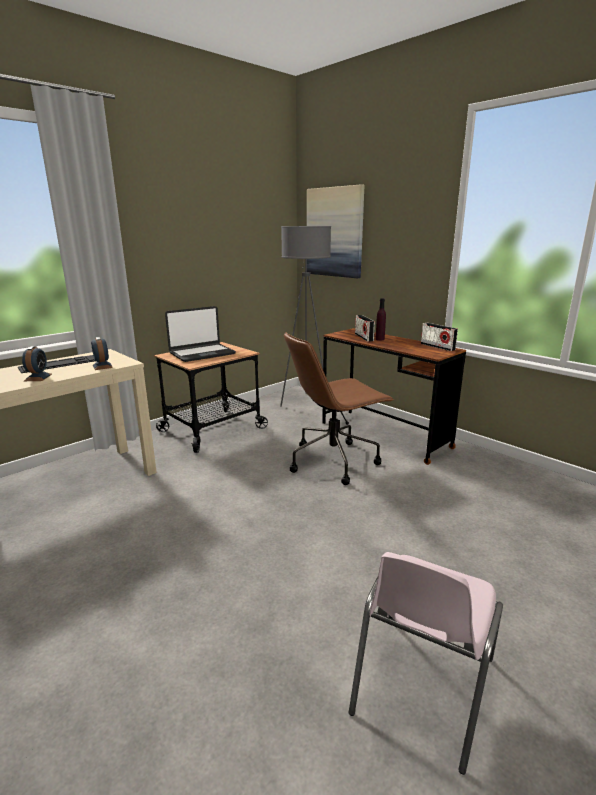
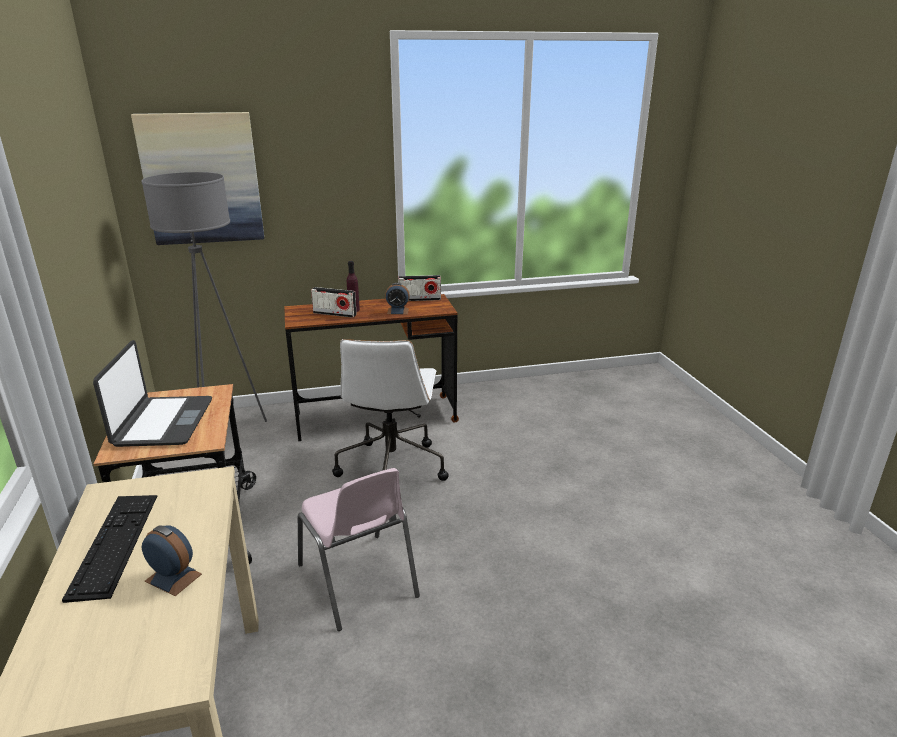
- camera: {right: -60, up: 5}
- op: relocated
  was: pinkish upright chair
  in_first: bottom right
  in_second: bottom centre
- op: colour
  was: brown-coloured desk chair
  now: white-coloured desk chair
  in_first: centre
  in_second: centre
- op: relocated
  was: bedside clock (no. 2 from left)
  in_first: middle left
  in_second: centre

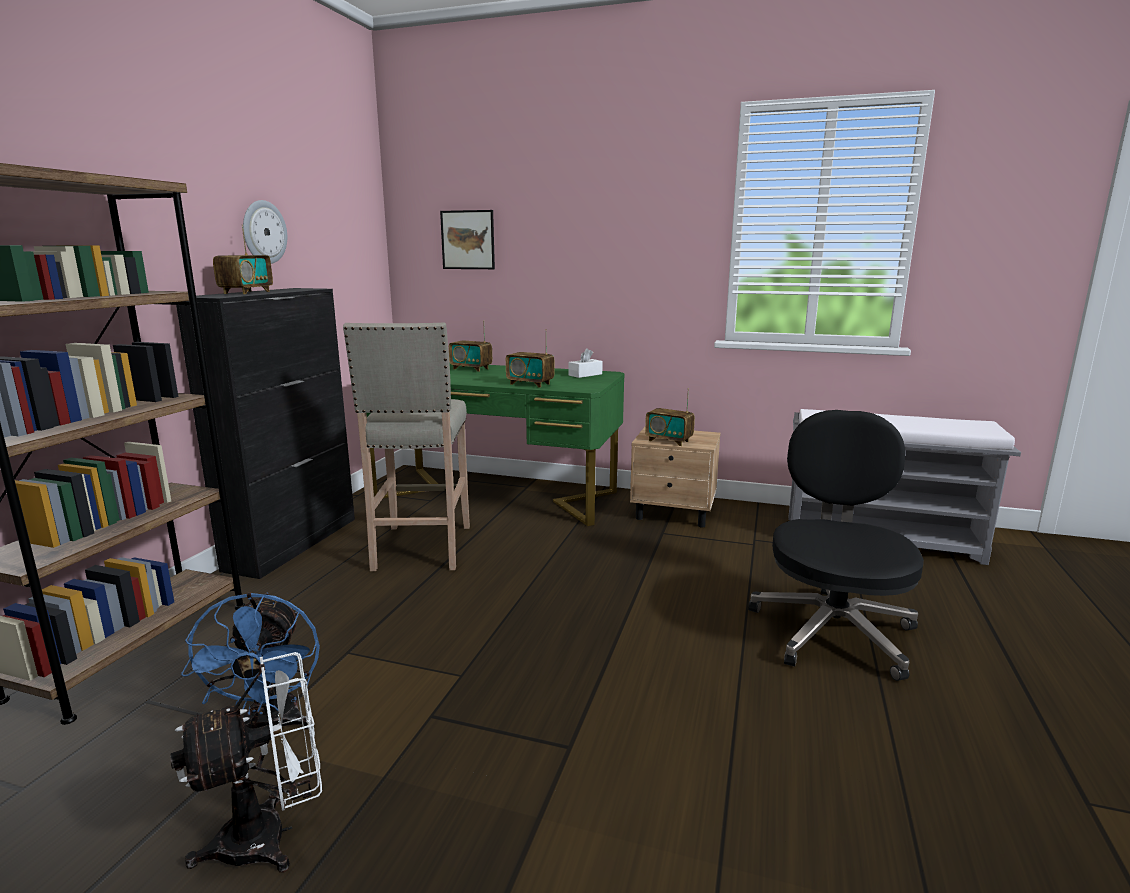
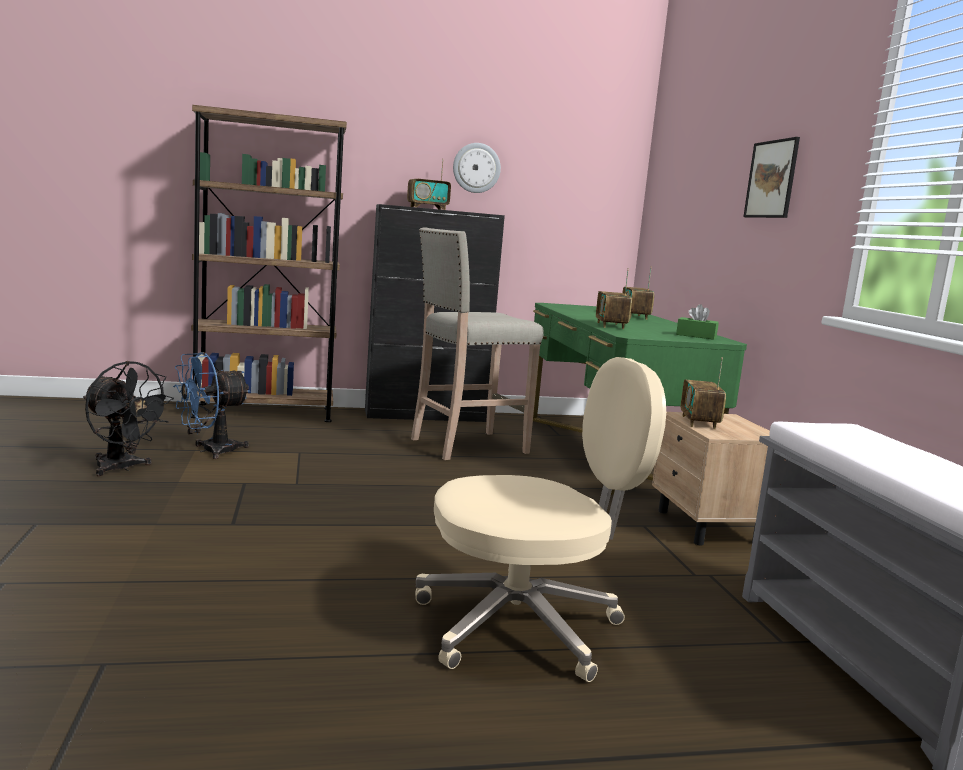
- camera: {right: 60, up: -5}
- op: colour
  was: white-coloured cooling fan
  now: black-coloured cooling fan
  in_first: bottom left
  in_second: middle left
- op: colour
  was: black-coloured desk chair
  now: sand-coloured desk chair
  in_first: middle right
  in_second: bottom centre
- op: colour
  was: white-coloured tissue box
  now: green tissue box
  in_first: centre
  in_second: middle right
- op: relocated
  was: wall art
  in_first: top centre
  in_second: top right

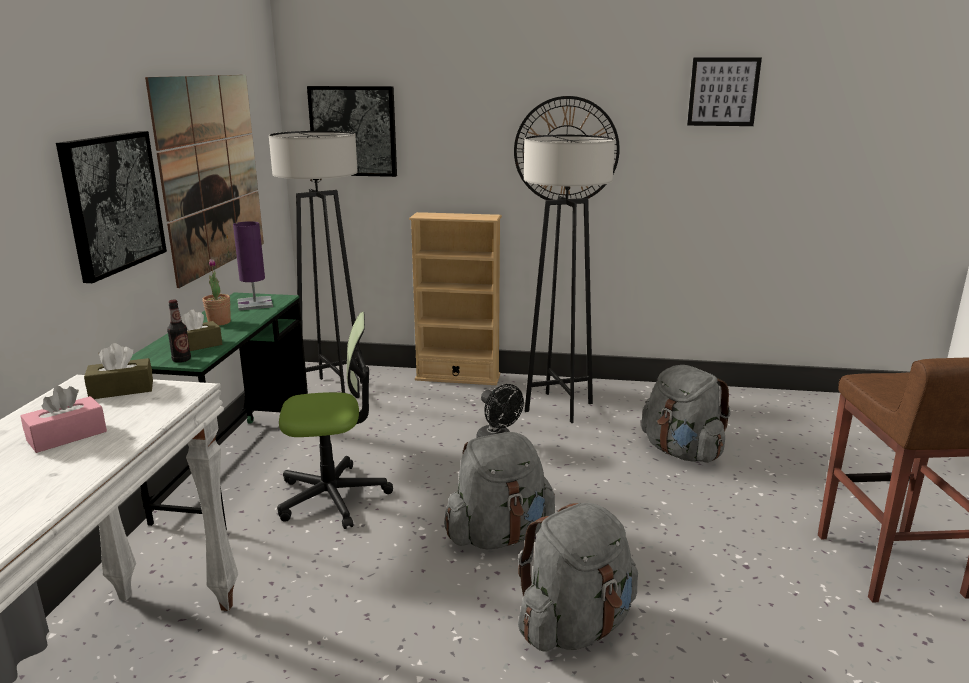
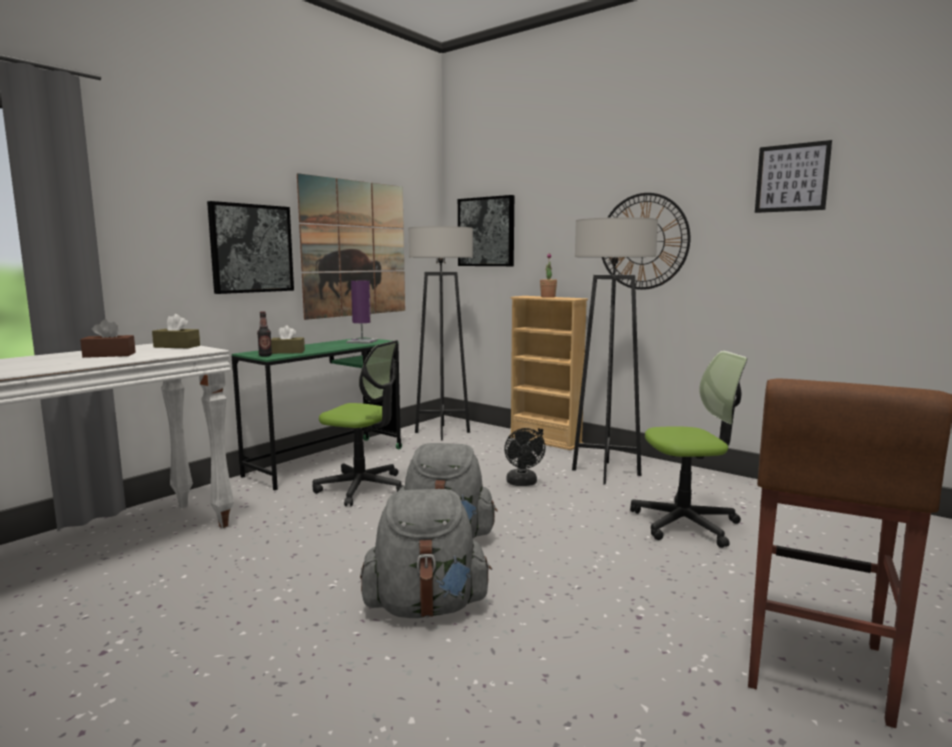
- camera: {right: 30, up: -10}
- op: colour
  was: pinkish tissue box
  now: brown-coloured tissue box (no. 1 from left)
  in_first: middle left
  in_second: middle left
- op: relocated
  was: potted plant
  in_first: middle left
  in_second: centre
- op: exchanged
  was: gray backpack (no. 3 from left)
  now: desk chair (no. 2 from left)
  in_first: middle right
  in_second: middle right

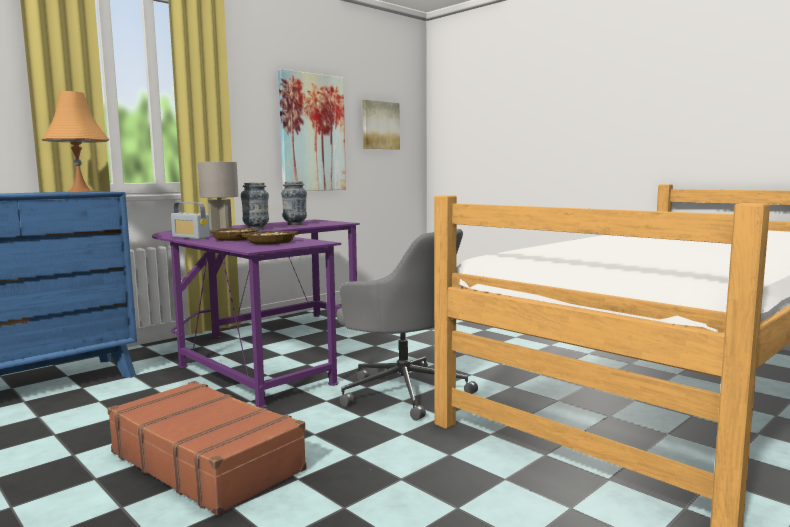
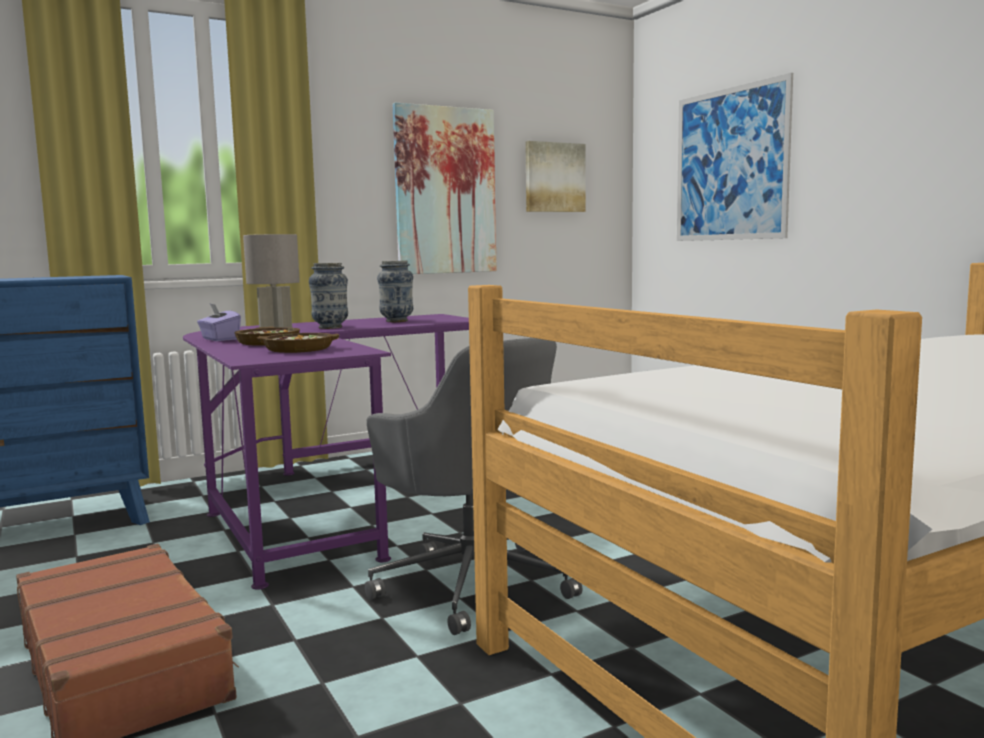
- camera: {right: 15, up: 0}
- op: exchanged
  was: radio
  now: purple tissue box
  in_first: middle left
  in_second: middle left
- op: appeared
  now: wall art (no. 3 from left)
  in_second: top right
- op: missing
  was: orange-coloured tabletop lamp
  in_first: top left

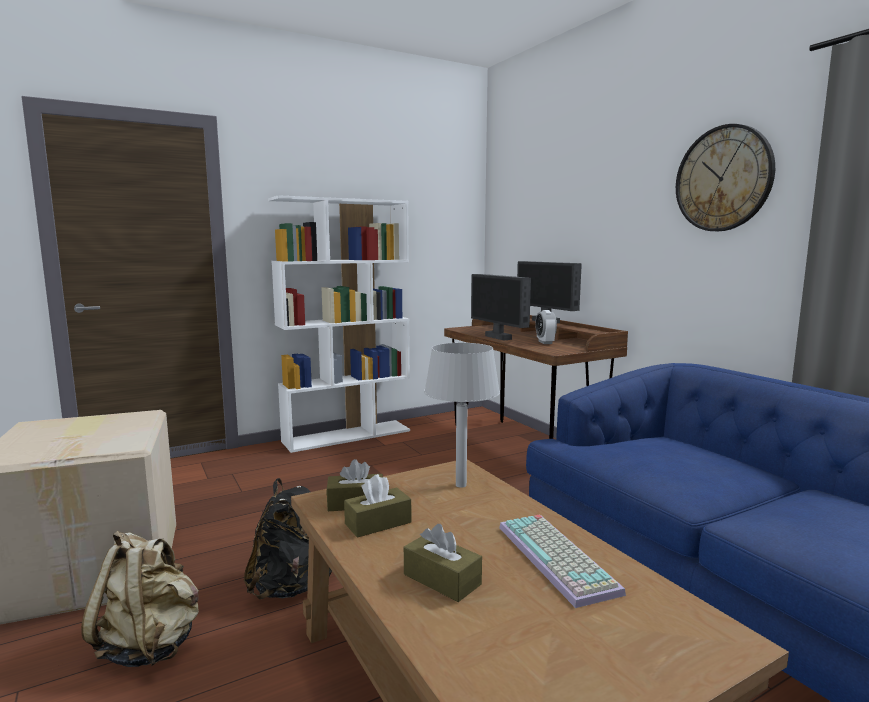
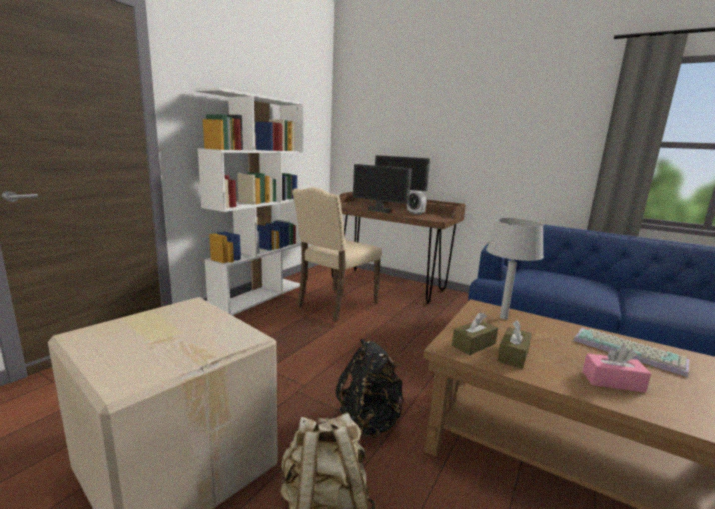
- camera: {right: -30, up: 5}
- op: appeared
  now: sand-coloured upright chair
  in_second: centre
- op: colour
  was: brown-coloured tissue box (no. 3 from left)
  now: pinkish tissue box
  in_first: bottom centre
  in_second: bottom right
- op: missing
  was: wall clock
  in_first: top right

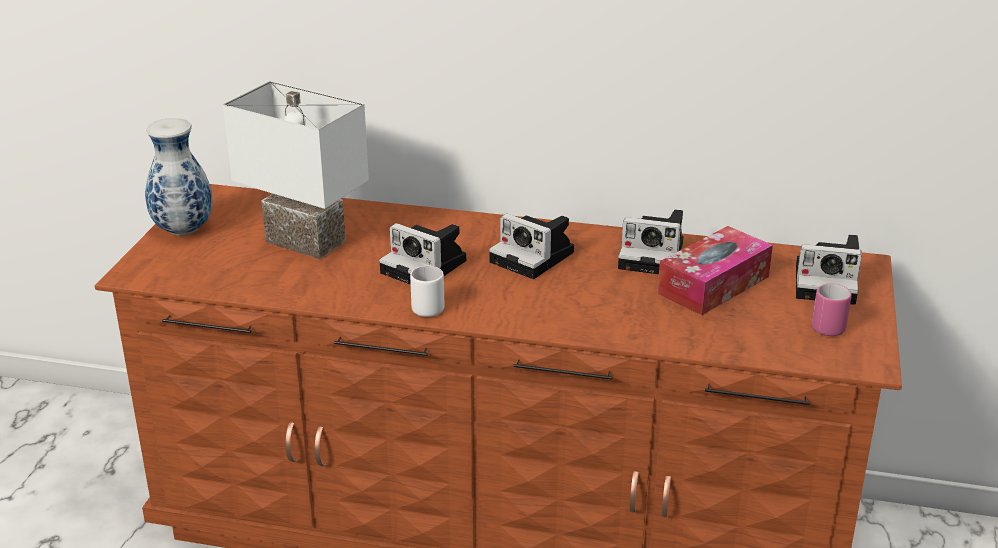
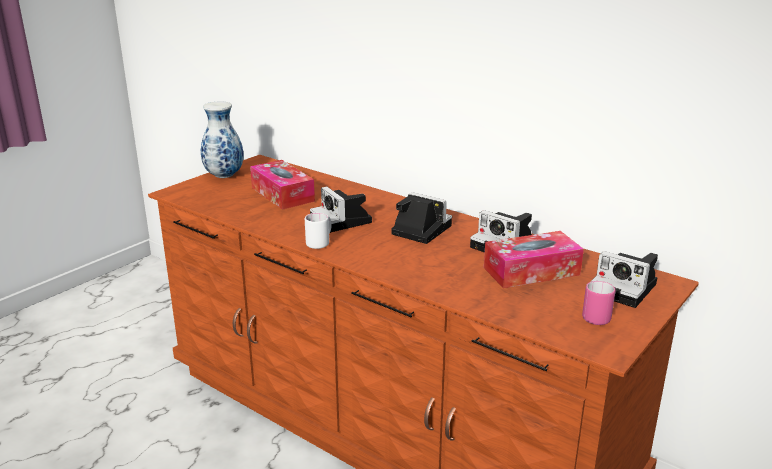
- camera: {right: 25, up: -5}
- op: exchanged
  was: white-coloured tabletop lamp
  now: tissue box (no. 1 from left)
  in_first: top left
  in_second: centre
- op: spun
  was: still camera (no. 2 from left)
  in_first: centre
  in_second: centre
  clockwise: 150

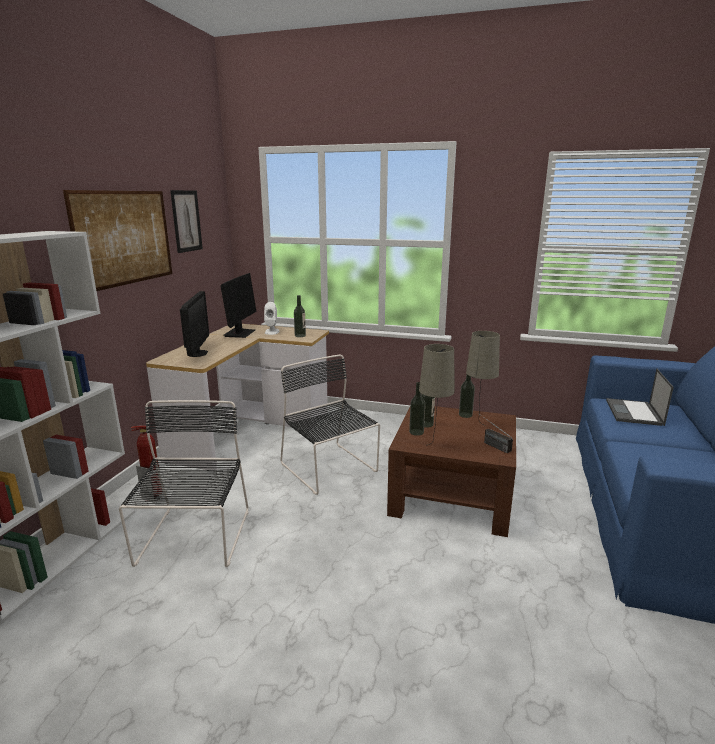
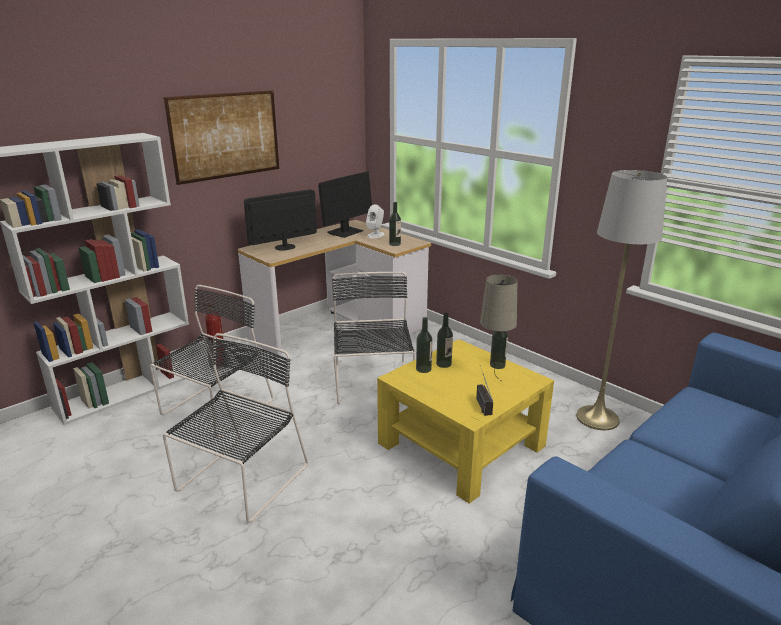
- camera: {right: 30, up: 5}
- op: appeared
  now: black-coloured upright chair (no. 2 from left)
  in_second: bottom left
- op: spun
  was: computer display (no. 1 from left)
  in_first: middle left
  in_second: centre
  clockwise: -150
- op: colour
  was: brown-coloured coffee table
  now: yellow coffee table
  in_first: centre
  in_second: bottom centre
- op: appeared
  now: gray standing lamp
  in_second: middle right
- op: missing
  was: wall art (no. 2 from left)
  in_first: top left
- op: missing
  was: sand-coloured tabletop lamp (no. 1 from left)
  in_first: centre
- op: missing
  was: notebook computer
  in_first: middle right

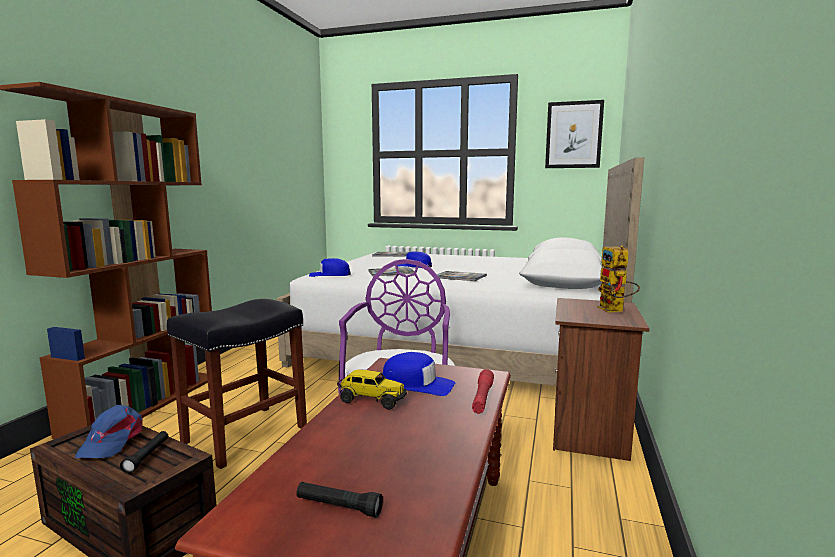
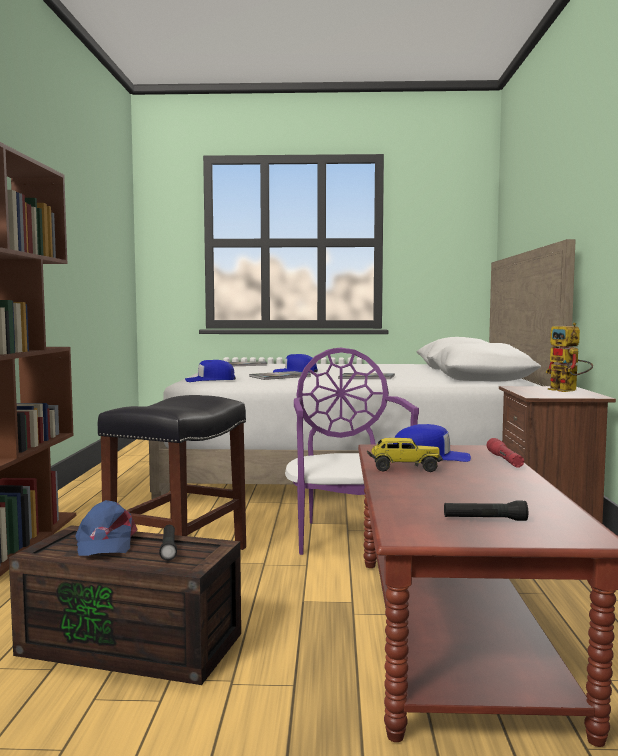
- camera: {right: -15, up: -5}
- op: missing
  was: wall art
  in_first: top right

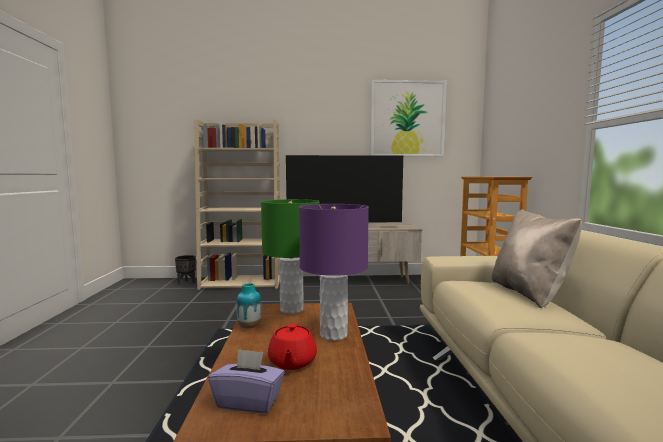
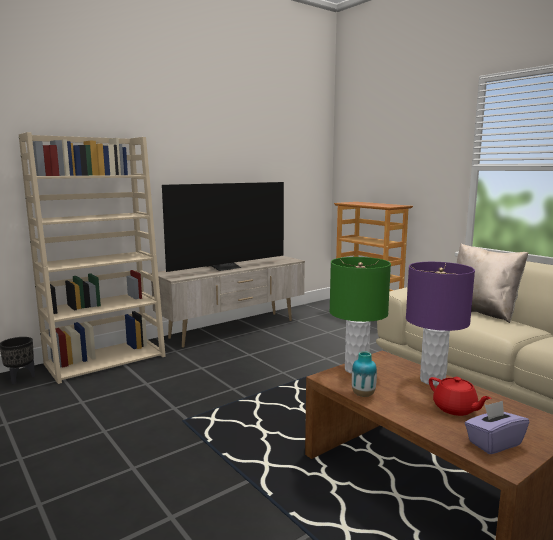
- camera: {right: -35, up: 5}
- op: missing
  was: wall art
  in_first: top centre

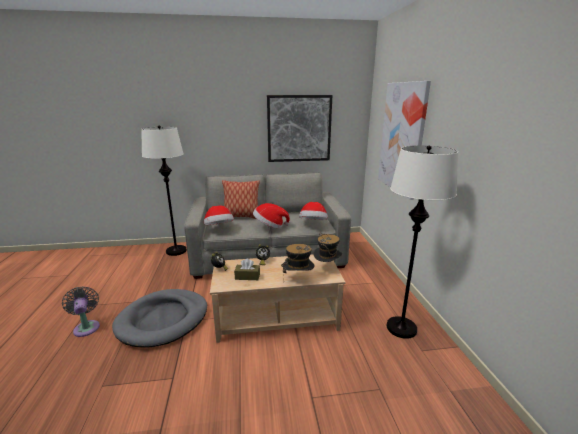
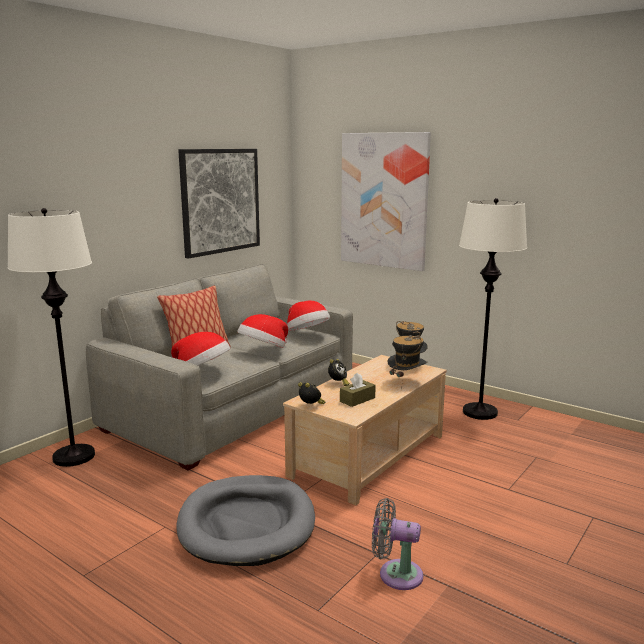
- camera: {right: -45, up: -5}
- op: relocated
  was: gray cooling fan
  in_first: bottom left
  in_second: bottom centre

